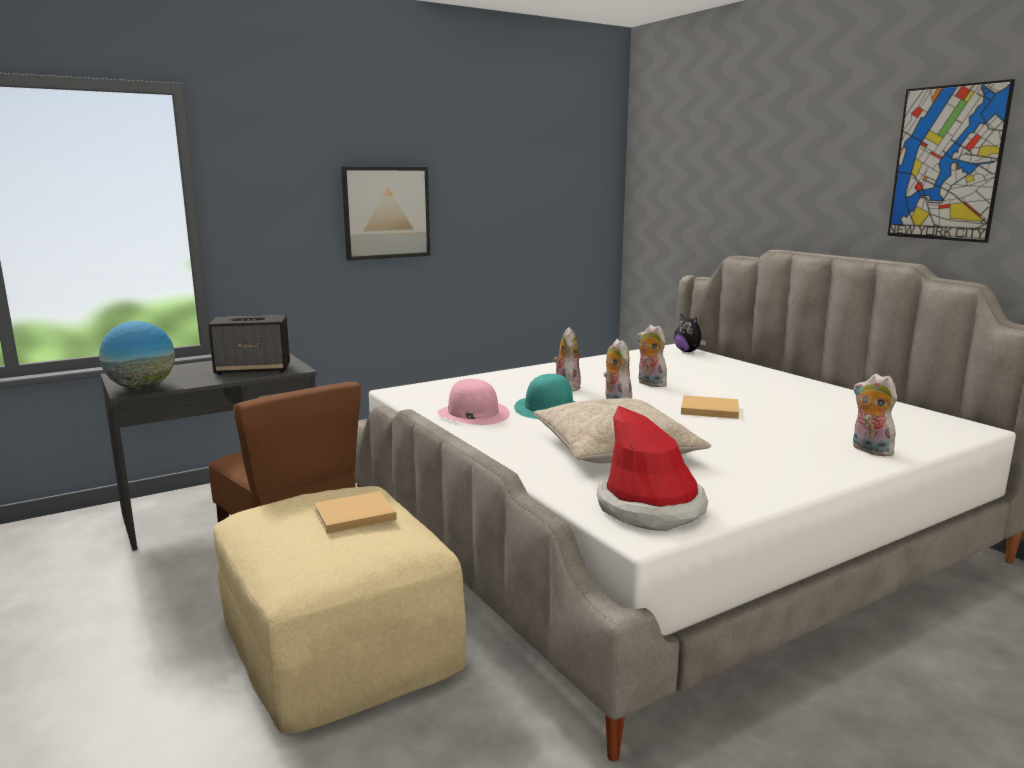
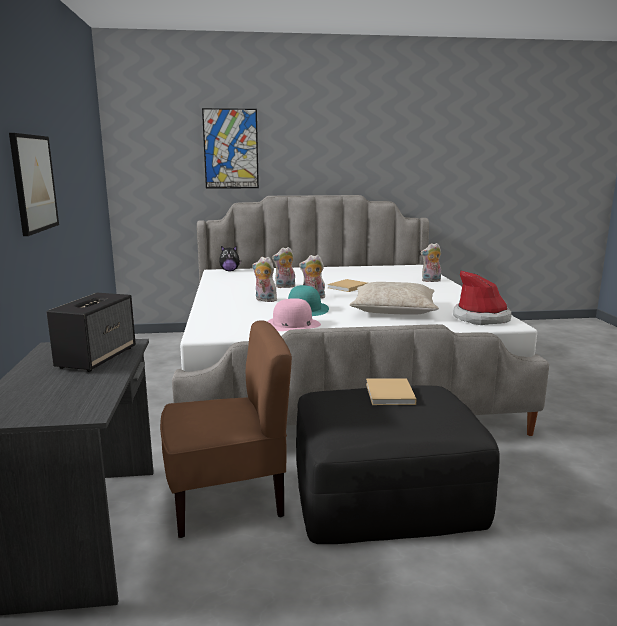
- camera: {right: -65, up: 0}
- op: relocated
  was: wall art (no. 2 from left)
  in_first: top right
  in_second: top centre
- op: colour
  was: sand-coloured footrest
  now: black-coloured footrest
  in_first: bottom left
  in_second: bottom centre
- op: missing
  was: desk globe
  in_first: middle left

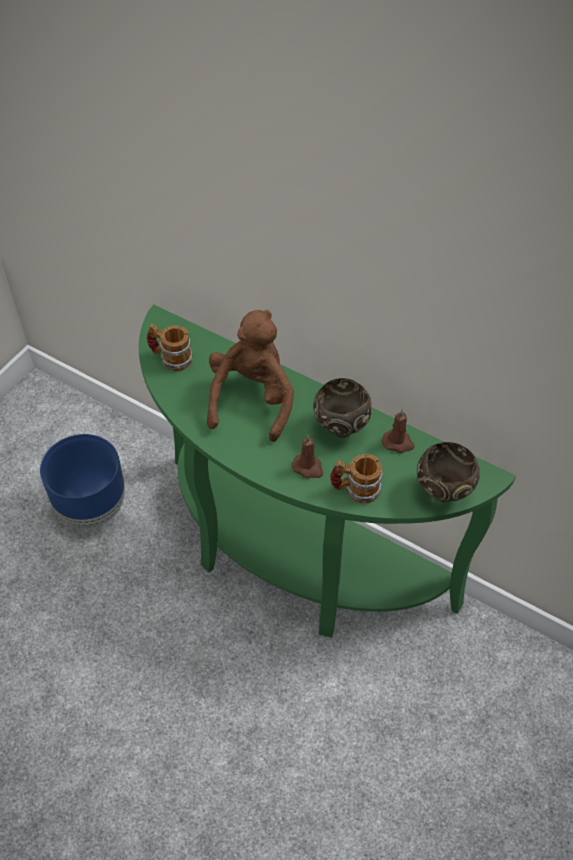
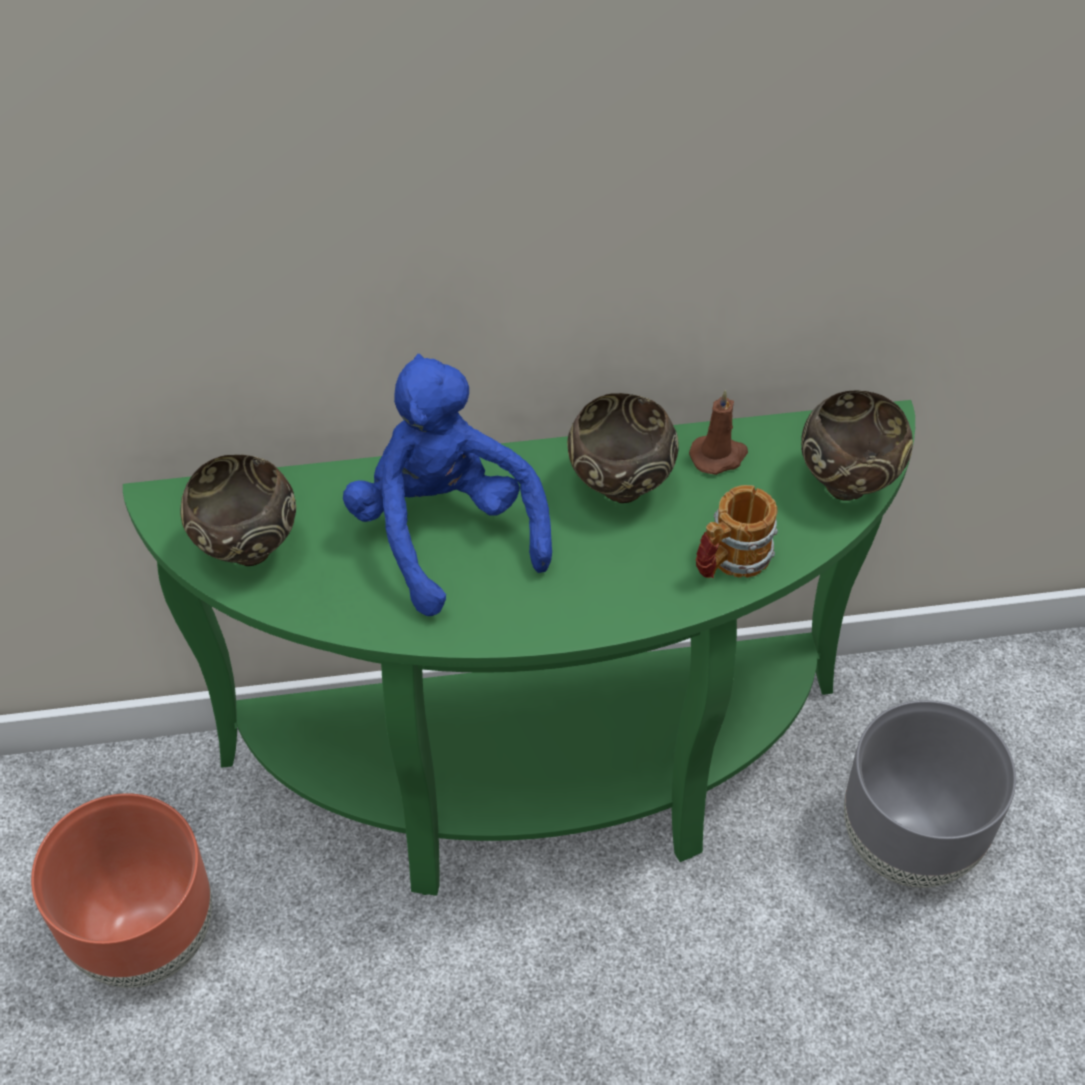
- camera: {right: -40, up: 0}
- op: colour
  was: blue plant pot
  now: brown-coloured plant pot
  in_first: middle left
  in_second: bottom left
- op: exchanged
  was: coffee mug (no. 1 from left)
  now: brown-coloured bowl (no. 1 from left)
  in_first: middle left
  in_second: middle left
- op: colour
  was: brown-coloured soft toy
  now: blue soft toy
  in_first: centre
  in_second: centre
- op: appeared
  now: gray plant pot
  in_second: bottom right
- op: missing
  was: brown-coloured candle (no. 1 from left)
  in_first: centre

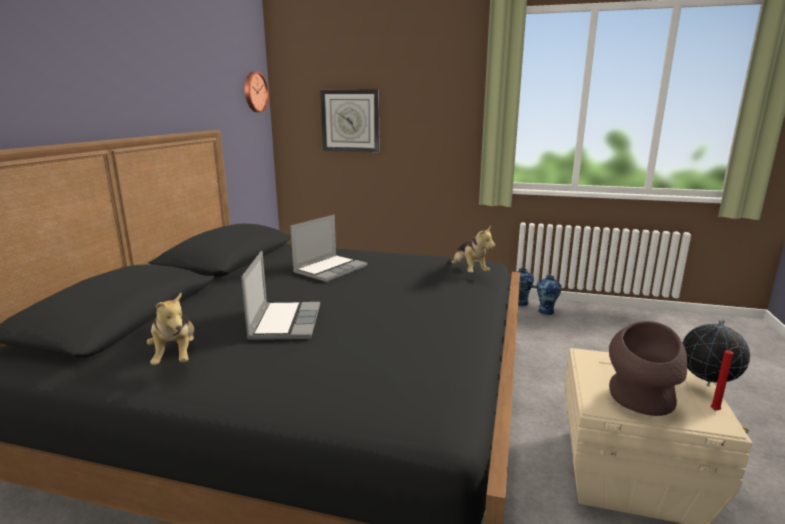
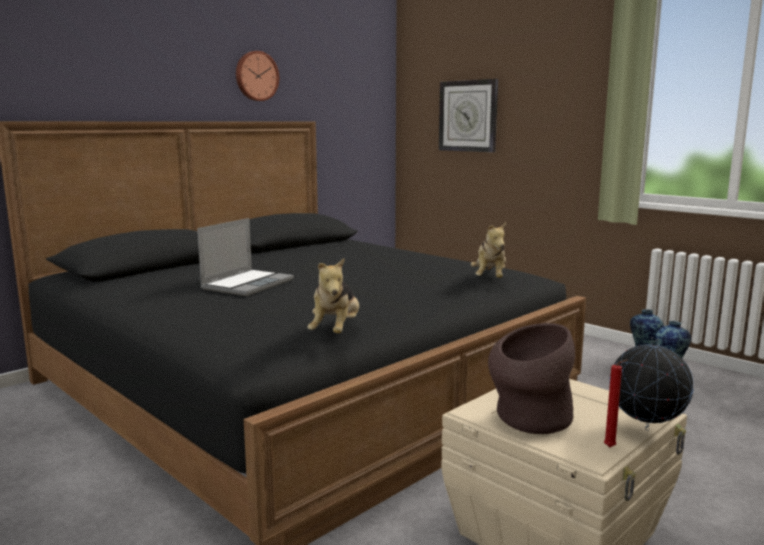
- camera: {right: 30, up: -5}
- op: relocated
  was: wall clock (no. 1 from left)
  in_first: top left
  in_second: top centre
- op: relocated
  was: soft toy (no. 1 from left)
  in_first: middle left
  in_second: centre
- op: missing
  was: notebook computer (no. 2 from left)
  in_first: centre

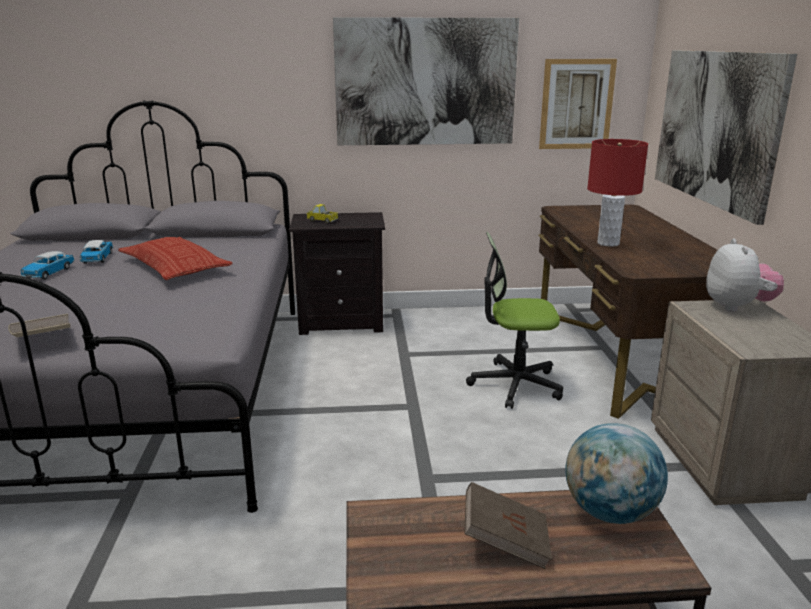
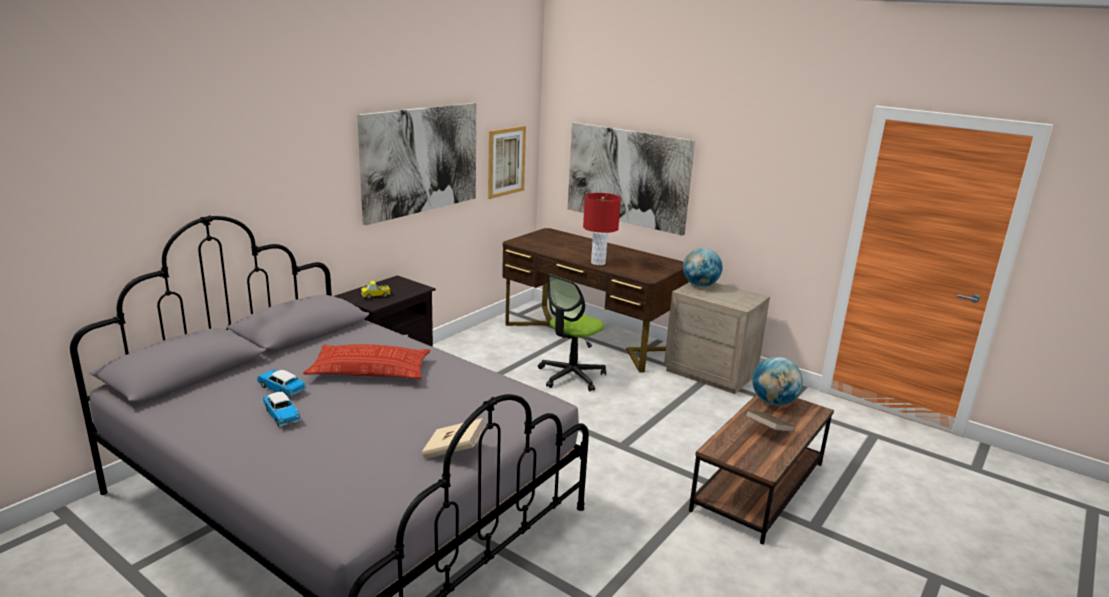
- camera: {right: -50, up: 0}
- op: exchanged
  was: soft toy
  now: desk globe (no. 1 from left)
  in_first: middle right
  in_second: centre

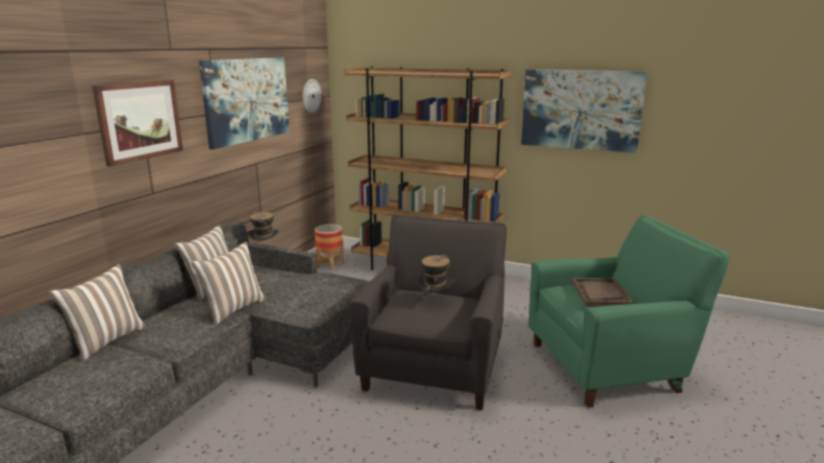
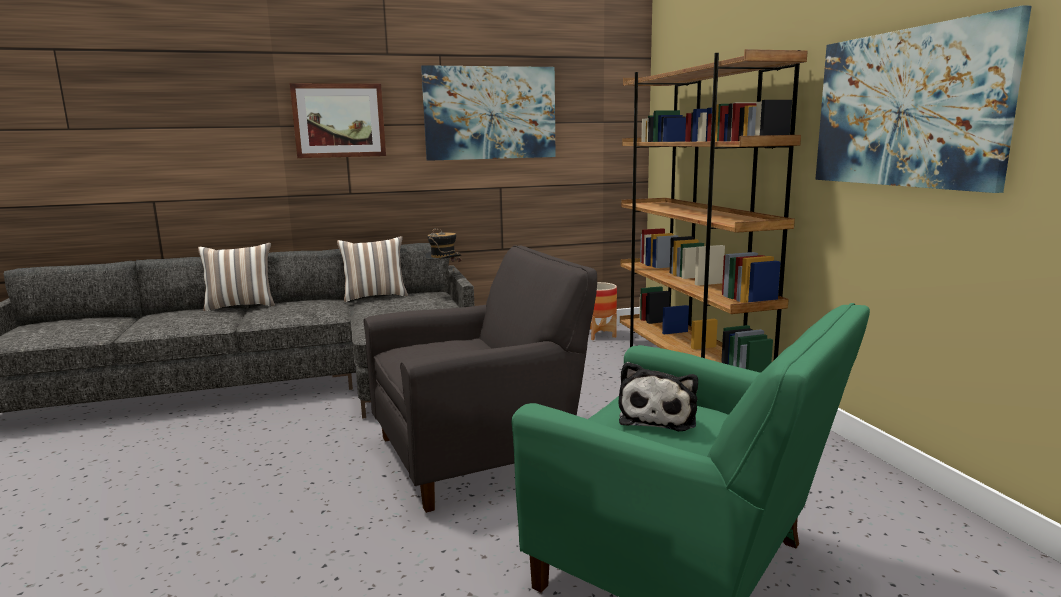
- camera: {right: 50, up: -5}
- op: exchanged
  was: brown-coloured carrying tray
  now: soft toy
  in_first: middle right
  in_second: centre
- op: missing
  was: pillow (no. 3 from left)
  in_first: middle left
- op: missing
  was: wall clock
  in_first: top centre
- op: missing
  was: wearable hat (no. 2 from left)
  in_first: centre

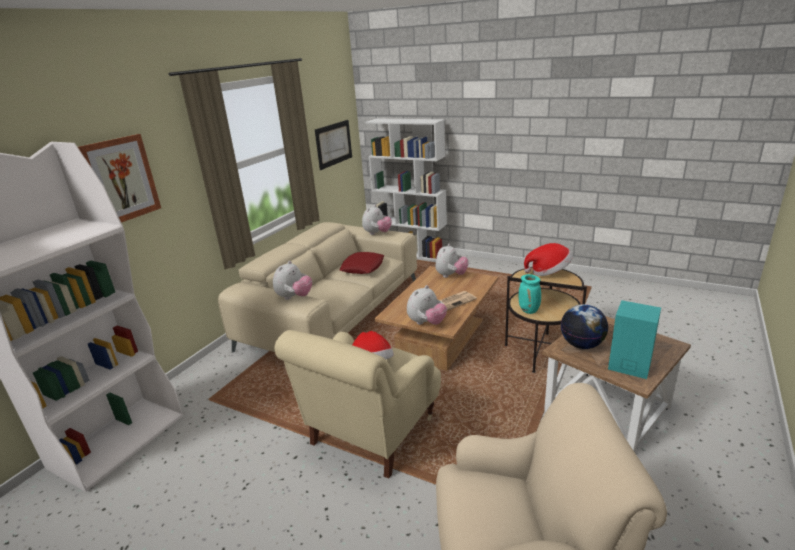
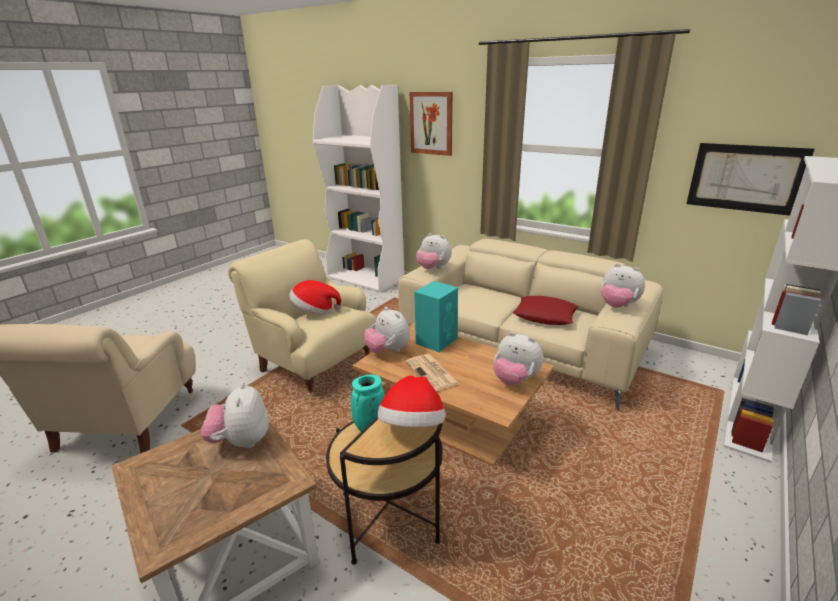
- camera: {right: 95, up: 0}
- op: exchanged
  was: desk globe
  now: soft toy (no. 1 from left)
  in_first: middle right
  in_second: bottom left
- op: relocated
  was: turquoise loudspeaker
  in_first: middle right
  in_second: centre

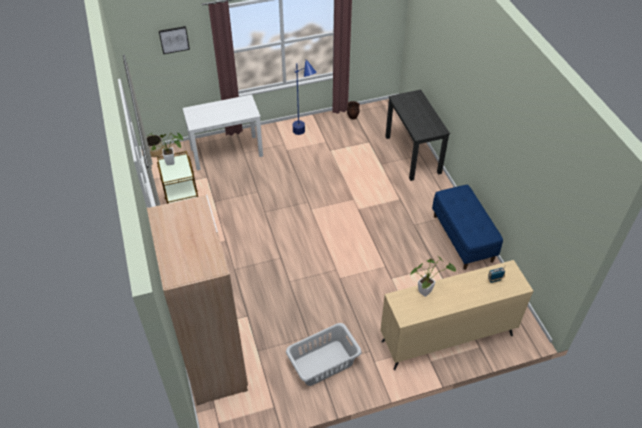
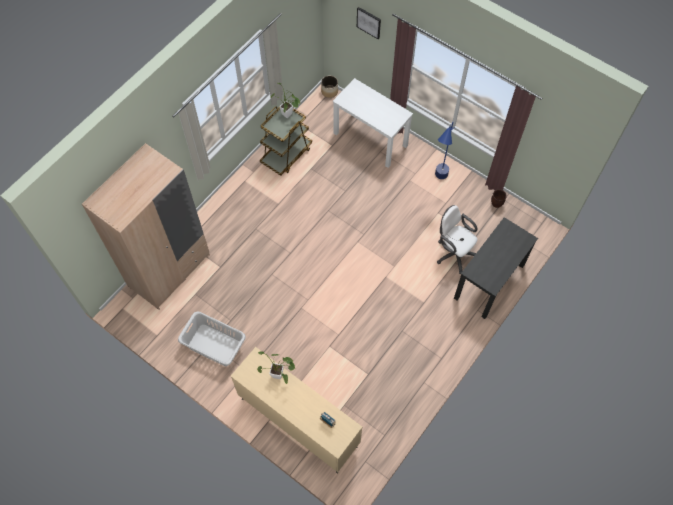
- camera: {right: 55, up: 15}
- op: appeared
  now: white-coloured desk chair
  in_second: middle right
- op: missing
  was: blue bench
  in_first: middle right

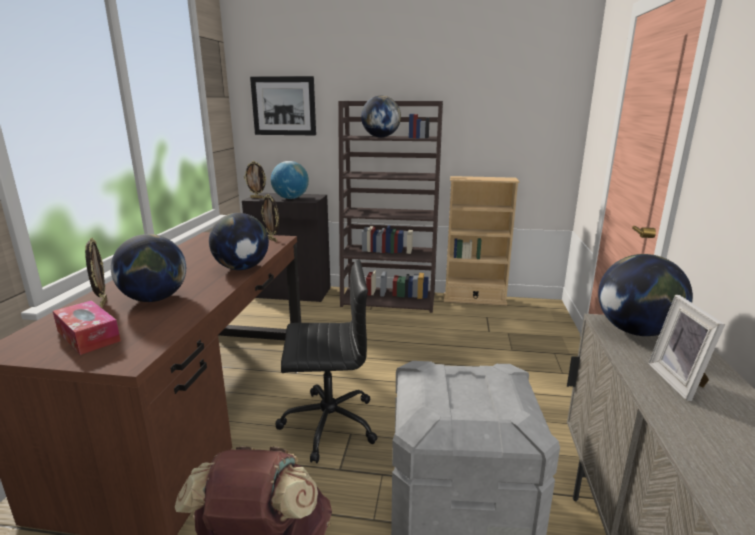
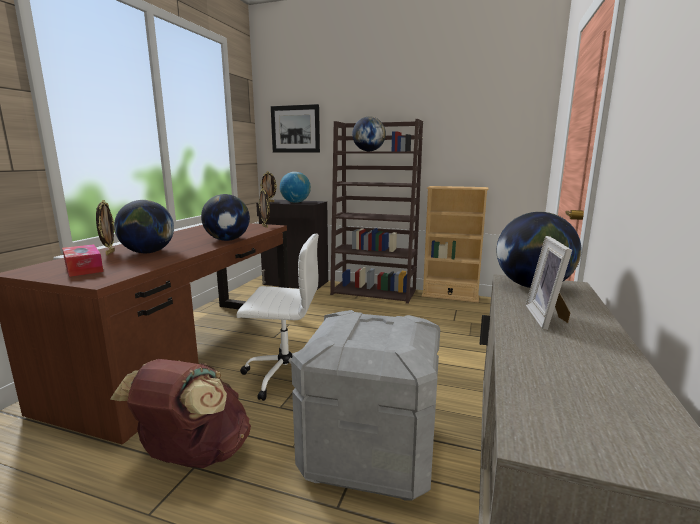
- camera: {right: 10, up: -5}
- op: colour
  was: black-coloured desk chair
  now: white-coloured desk chair
  in_first: bottom centre
  in_second: centre

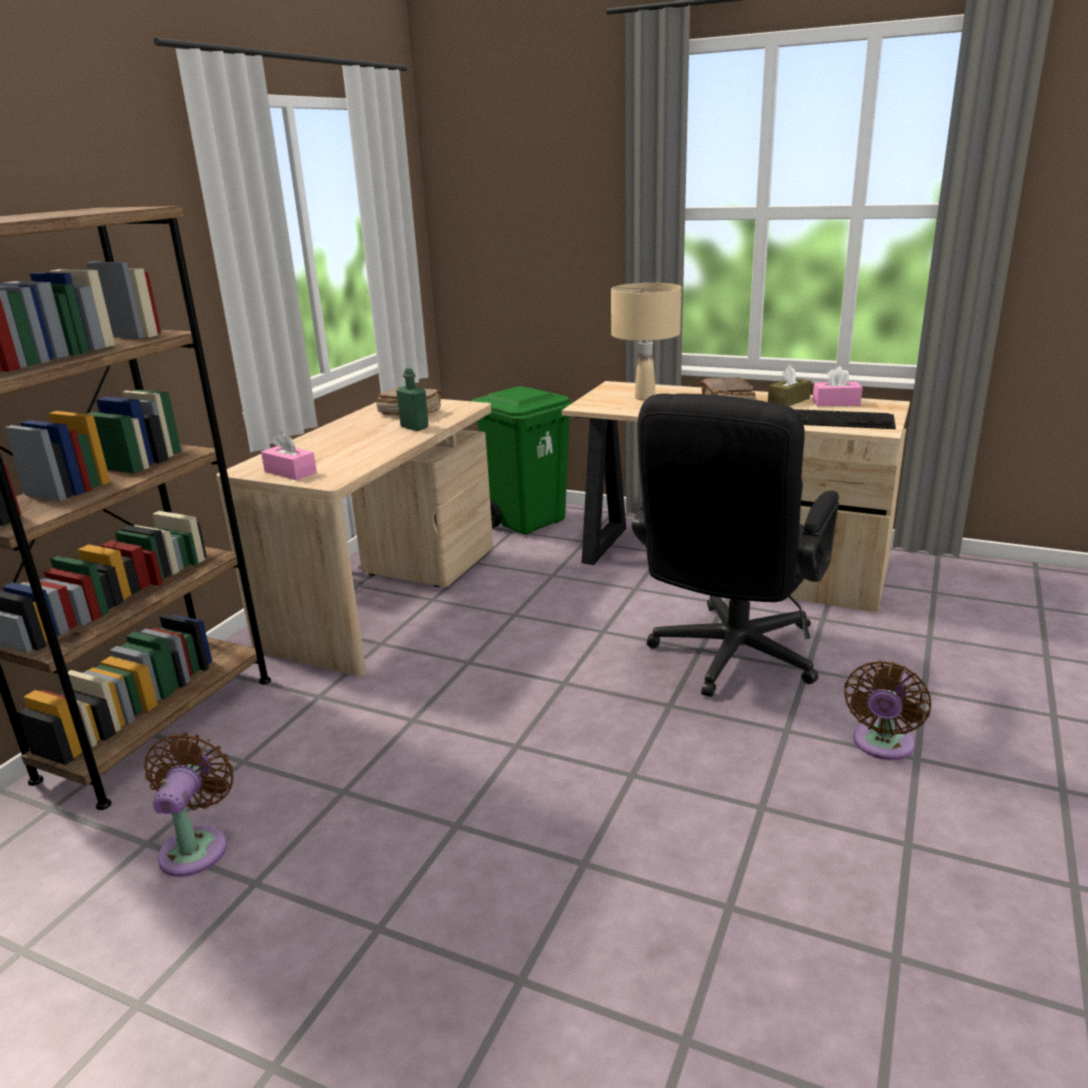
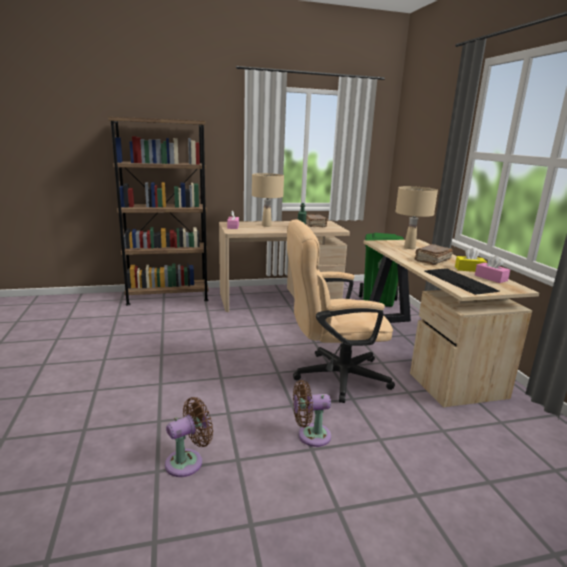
- camera: {right: 50, up: -5}
- op: relocated
  was: brown-coloured cooling fan (no. 1 from left)
  in_first: bottom left
  in_second: bottom centre
- op: appeared
  now: sand-coloured tabletop lamp (no. 1 from left)
  in_second: centre
- op: colour
  was: black-coloured desk chair
  now: sand-coloured desk chair
  in_first: middle right
  in_second: centre
- op: colour
  was: brown-coloured tissue box
  now: yellow tissue box
  in_first: middle right
  in_second: middle right

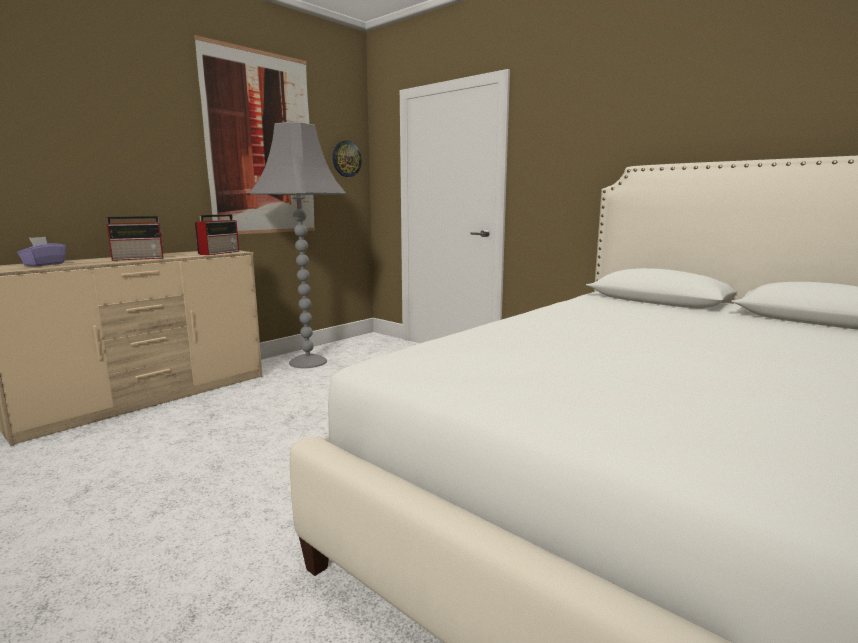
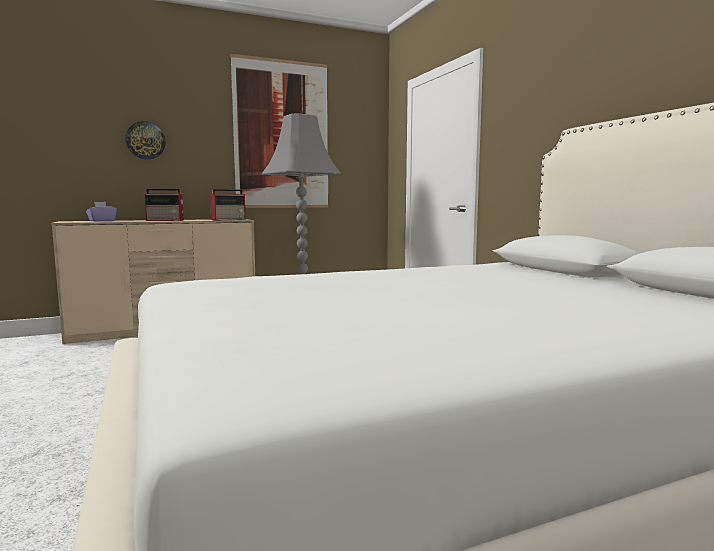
- camera: {right: 25, up: -5}
- op: relocated
  was: wall clock
  in_first: top centre
  in_second: top left

